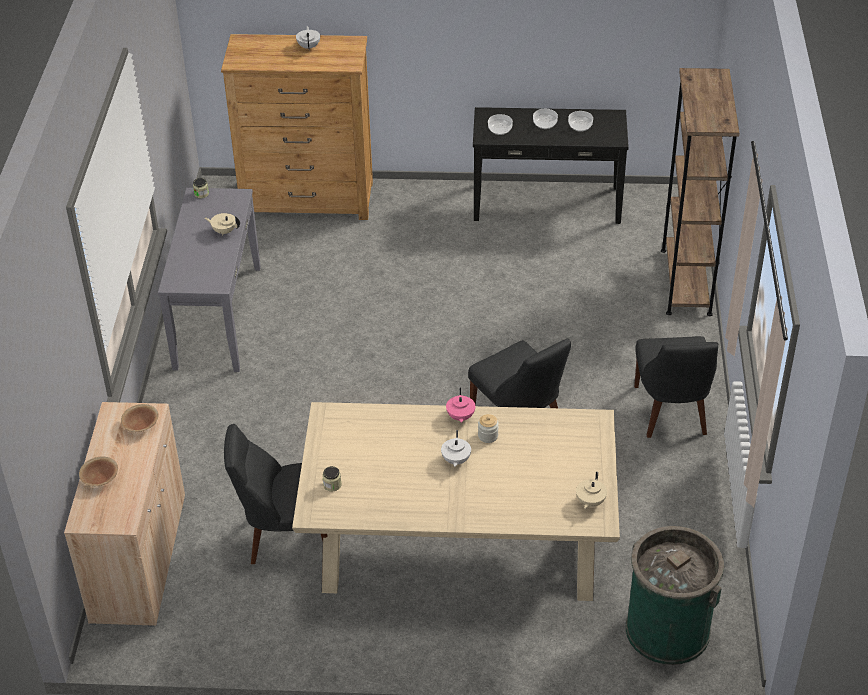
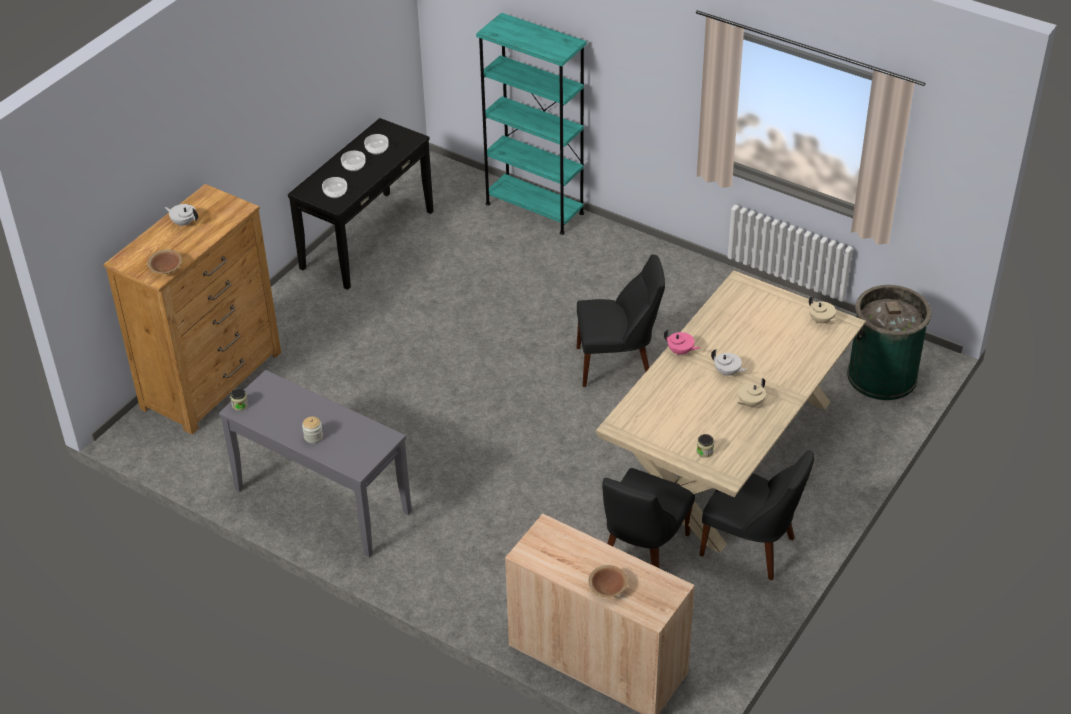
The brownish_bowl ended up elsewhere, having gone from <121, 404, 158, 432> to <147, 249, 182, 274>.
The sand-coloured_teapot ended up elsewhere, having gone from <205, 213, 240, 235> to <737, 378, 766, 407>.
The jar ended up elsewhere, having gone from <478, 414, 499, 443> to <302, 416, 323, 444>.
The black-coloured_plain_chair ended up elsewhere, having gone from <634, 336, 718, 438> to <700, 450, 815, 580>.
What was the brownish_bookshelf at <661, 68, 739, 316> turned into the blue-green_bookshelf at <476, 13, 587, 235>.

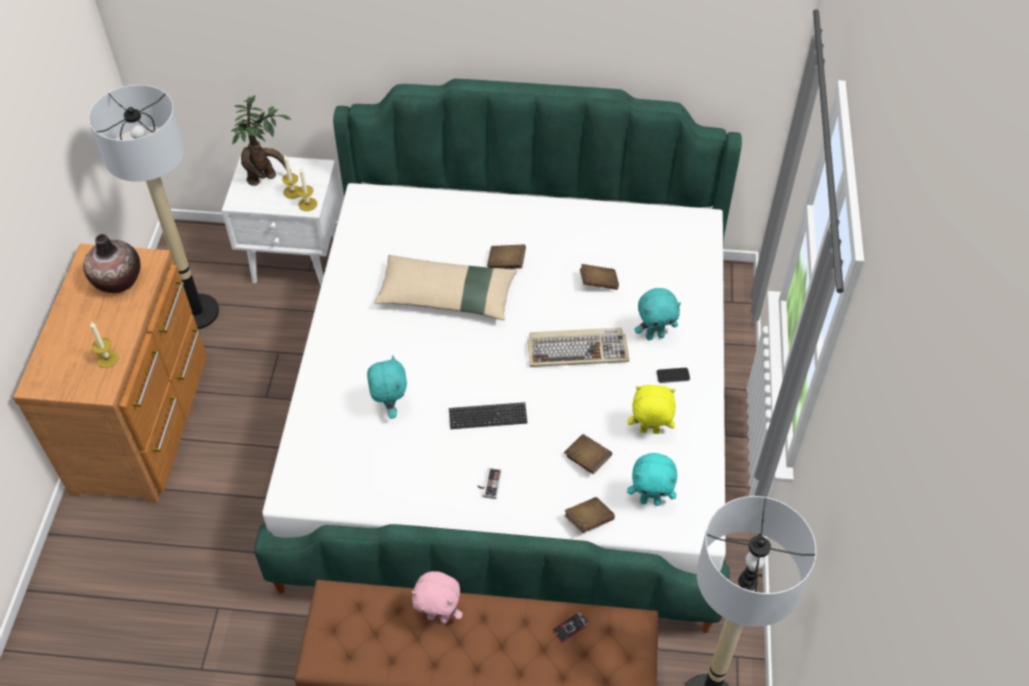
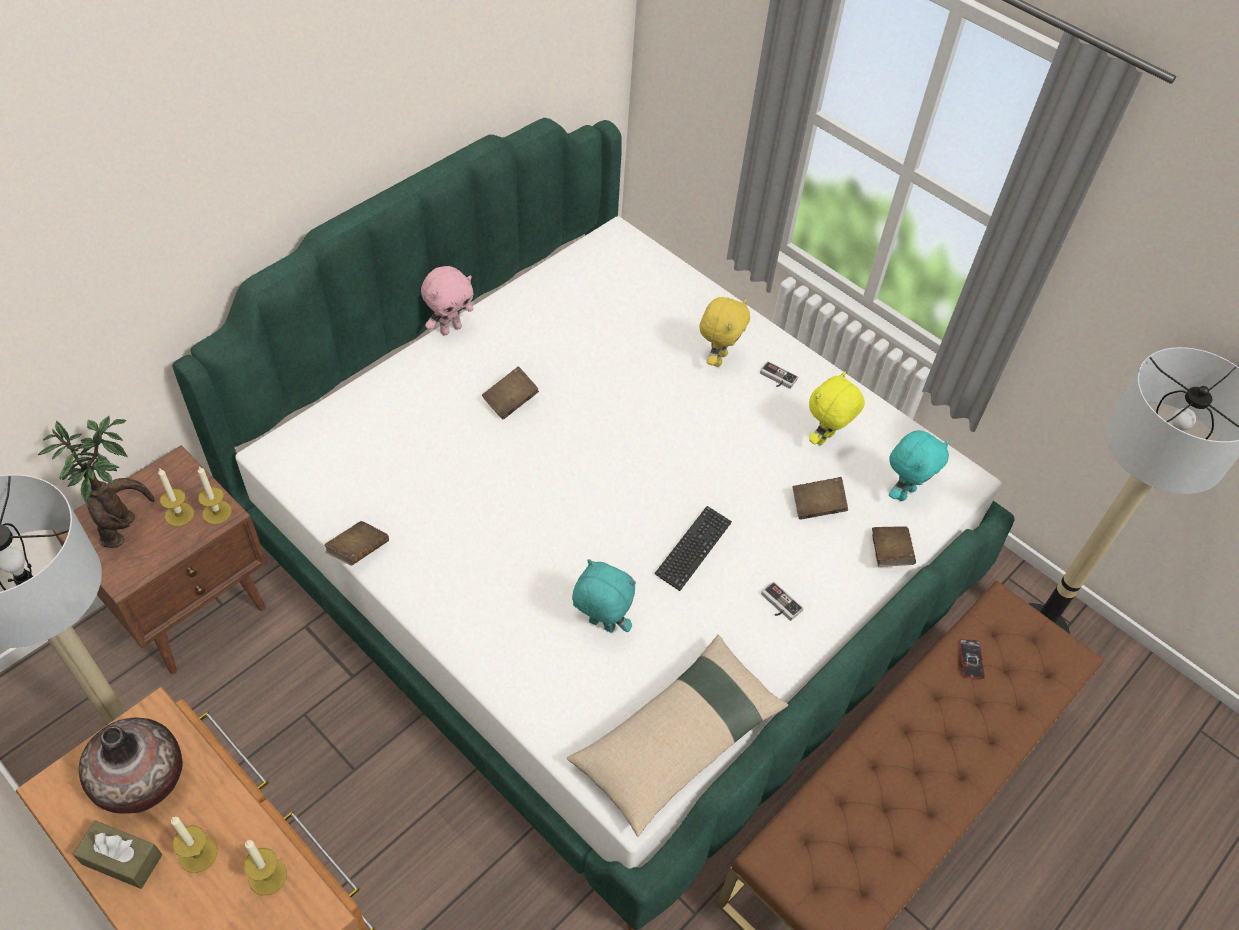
The second view lost the PC_keyboard at <527, 328, 629, 367>.
The second view gained the brownish_tissue_holder at <73, 820, 162, 889>.
The second view gained the candle at <171, 817, 218, 873>.
The sand-coloured_throw_pillow ended up elsewhere, having gone from <374, 255, 517, 320> to <567, 635, 788, 837>.
The pink_cuddly_toy ended up elsewhere, having gone from <412, 571, 463, 623> to <421, 266, 473, 336>.
The brownish_book ended up elsewhere, having gone from <580, 264, 619, 290> to <324, 521, 389, 565>.
Where the telephone stood at <656, 368, 690, 383>, the game_controller came to stand at <760, 361, 798, 389>.
What was the whitish_bedside_table at <222, 156, 341, 286> turned into the brownish_bedside_table at <53, 445, 267, 674>.
What was the blue-green_cuddly_toy at <635, 288, 681, 340> turned into the yellowish_cuddly_toy at <699, 297, 750, 367>.

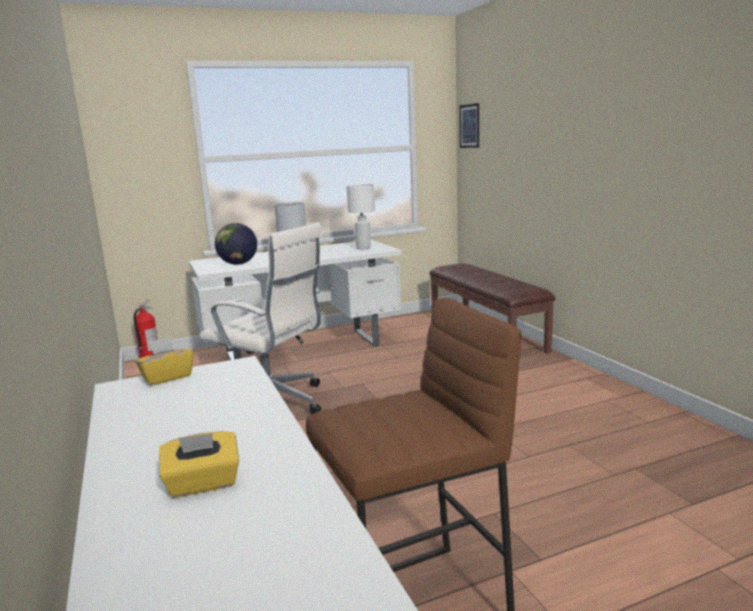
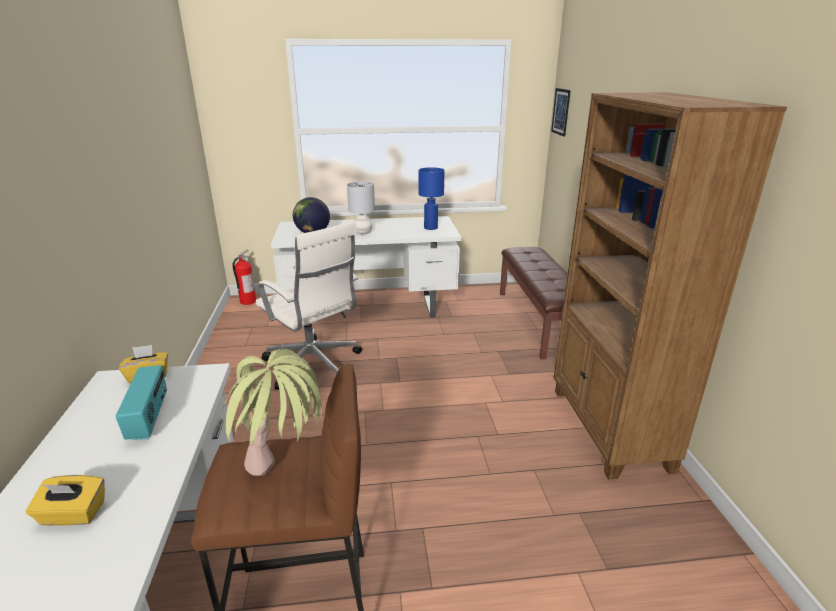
The second view gained the radio_set at <116, 365, 167, 440>.
The second view gained the houseplant at <218, 348, 322, 476>.
The second view gained the brownish_bookshelf at <553, 92, 787, 479>.
What was the whitish_lamp_for_a_table at <347, 184, 375, 249> turned into the blue_lamp_for_a_table at <419, 167, 445, 230>.

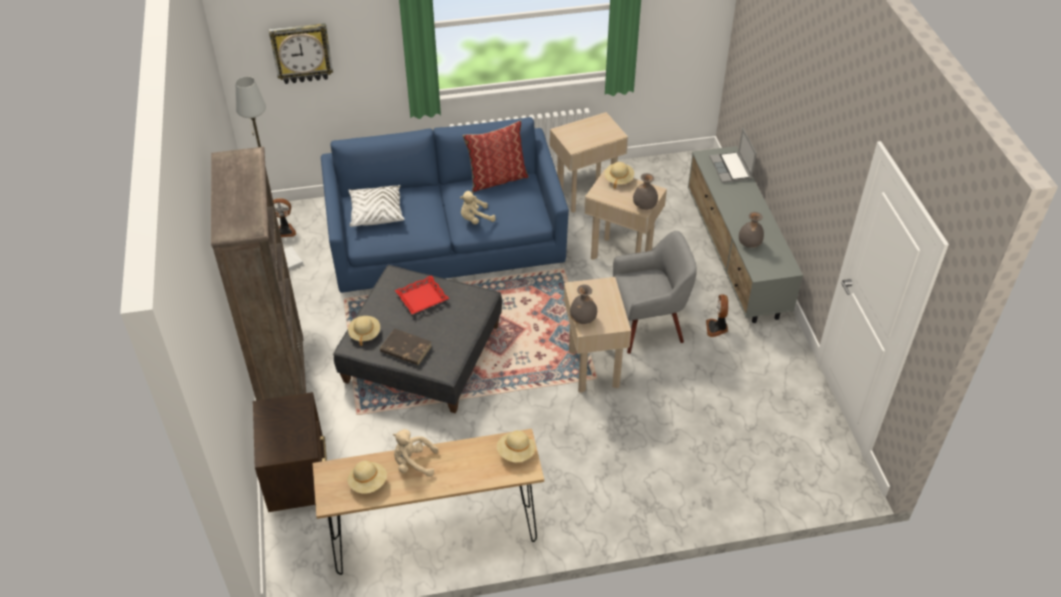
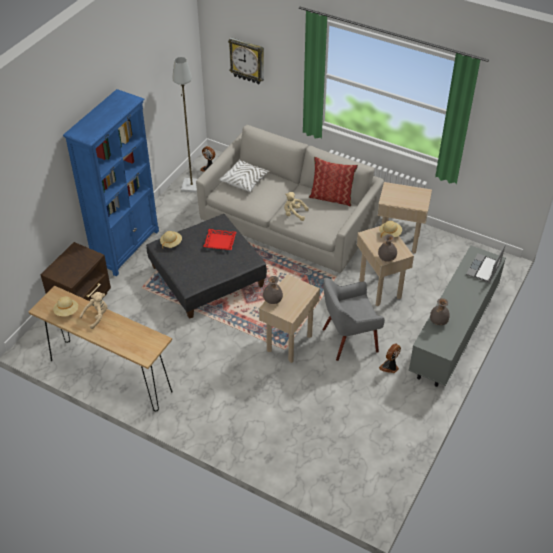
The second view lost the brownish_book at <380, 328, 432, 365>.
The second view lost the sand-coloured_hat at <497, 430, 536, 462>.
What was the brownish_bookshelf at <211, 147, 306, 401> turned into the blue_bookshelf at <63, 89, 159, 277>.
What was the blue_settee at <321, 117, 569, 293> turned into the gray_settee at <196, 125, 385, 273>.
The sand-coloured_cuddly_toy at <393, 429, 438, 477> ended up facing another way, 90 degrees clockwise from before.
The gray_armchair at <613, 231, 697, 354> ended up facing another way, 135 degrees clockwise from before.

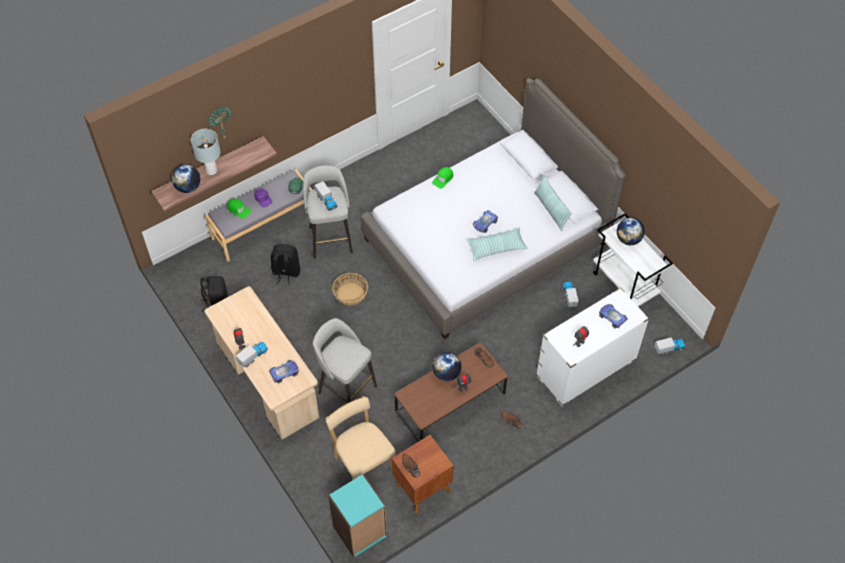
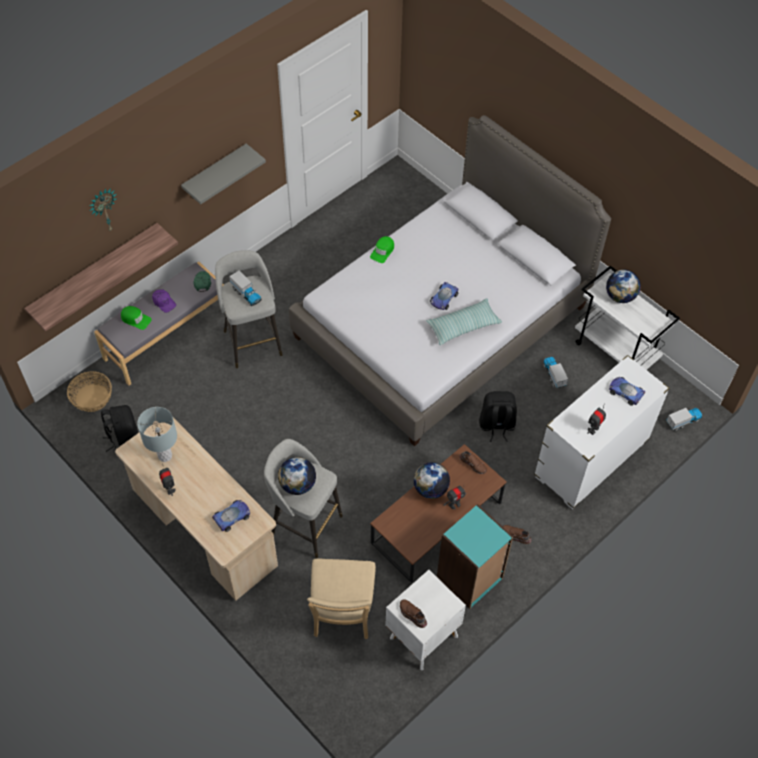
The second view lost the toy_lorry at <236, 342, 268, 367>.
The second view lost the throw_pillow at <534, 174, 572, 231>.
The second view gained the gray_bracket_shelf at <181, 144, 266, 204>.
The globe ended up elsewhere, having gone from <172, 165, 200, 193> to <278, 457, 316, 495>.
The gray_lamp_for_a_table ended up elsewhere, having gone from <191, 129, 221, 175> to <137, 407, 177, 462>.
The black-coloured_backpack ended up elsewhere, having gone from <271, 244, 300, 285> to <479, 391, 517, 442>.
The blue-green_bookshelf ended up elsewhere, having gone from <328, 474, 388, 558> to <437, 504, 513, 609>.
The storage_basket ended up elsewhere, having gone from <332, 273, 368, 305> to <67, 371, 112, 412>.
What was the brownish_bedside_table at <392, 435, 454, 514> turned into the whitish_bedside_table at <385, 570, 466, 670>.
The sand-coloured_plain_chair at <325, 396, 396, 480> ended up facing another way, 135 degrees counterclockwise from before.

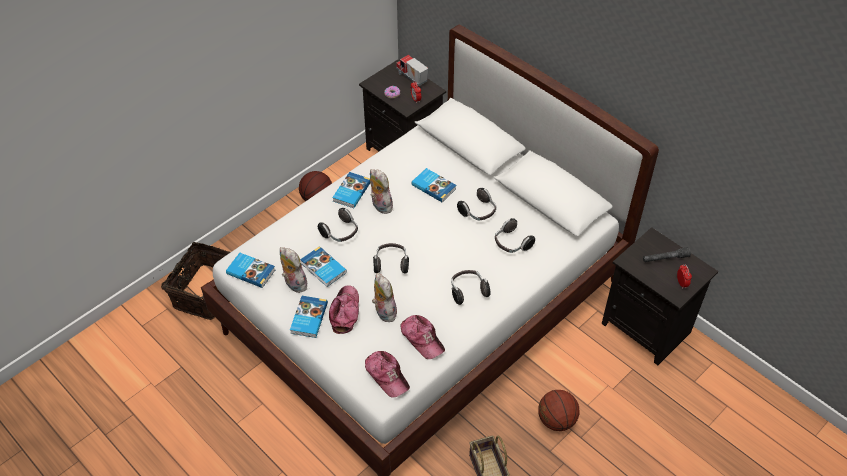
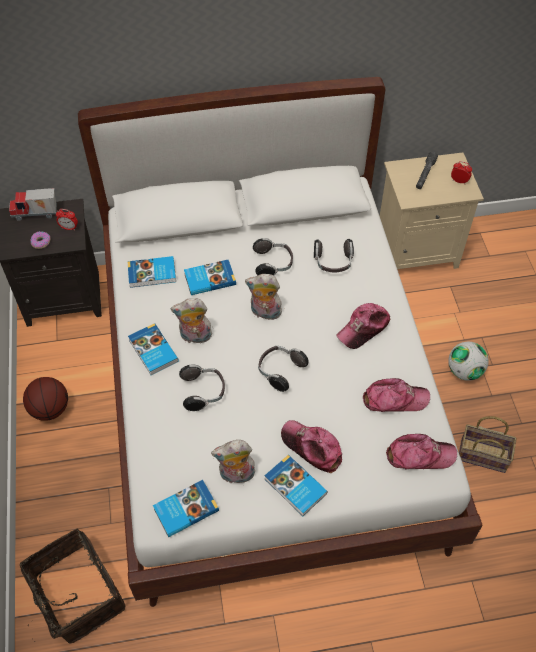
The book ended up elsewhere, having gone from <300, 246, 347, 287> to <127, 256, 176, 288>.
The cuddly_toy ended up elsewhere, having gone from <372, 273, 398, 322> to <245, 274, 282, 320>.
Where the headphones stood at <451, 270, 490, 305>, the cap came to stand at <336, 303, 390, 349>.
Where the basketball stood at <538, 390, 579, 431>, the football came to stand at <448, 342, 489, 381>.
What was the black-coloured_bedside_table at <602, 227, 718, 365> turned into the sand-coloured_bedside_table at <380, 152, 484, 269>.

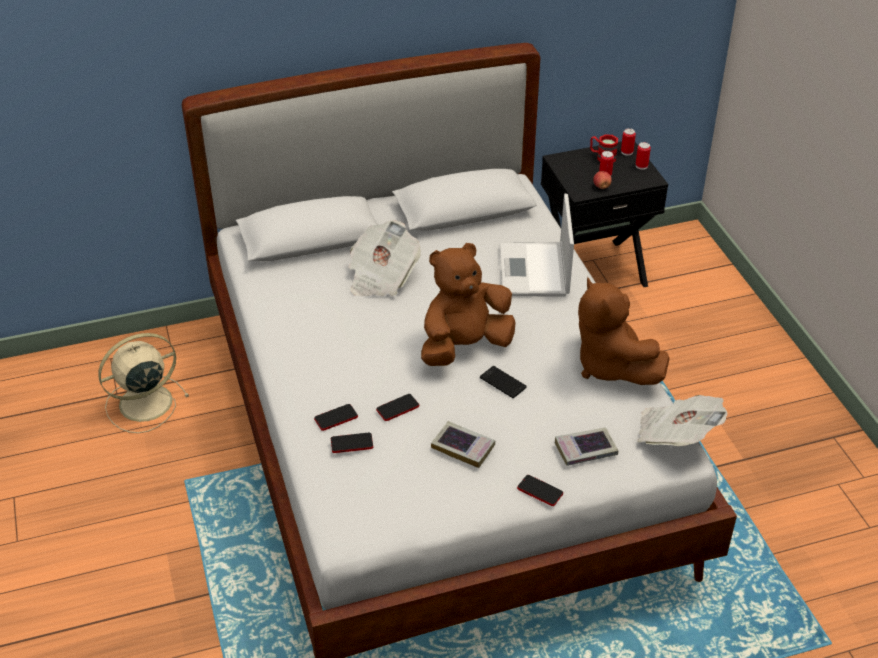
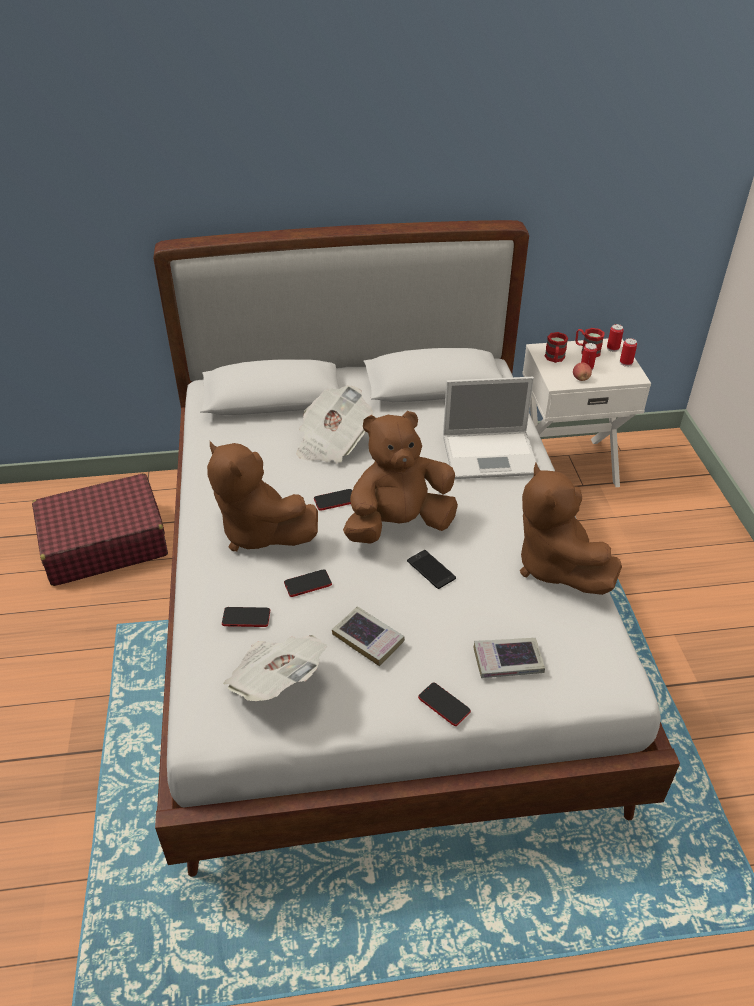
The second view gained the brownish_cuddly_toy at <207, 441, 318, 551>.
The second view gained the reddish_coffee_mug at <545, 332, 568, 363>.
The telephone ended up elsewhere, having gone from <314, 404, 358, 431> to <314, 489, 352, 511>.
The printed_paper ended up elsewhere, having gone from <637, 395, 728, 446> to <223, 635, 327, 701>.
Where the sand-coloured_cooling_fan stood at <98, 333, 189, 433>, the reddish_piece_of_luggage came to stand at <32, 473, 168, 586>.
What was the black-coloured_bedside_table at <541, 141, 668, 287> turned into the whitish_bedside_table at <522, 338, 651, 487>.
The laptop at <500, 194, 574, 297> ended up facing another way, 105 degrees counterclockwise from before.

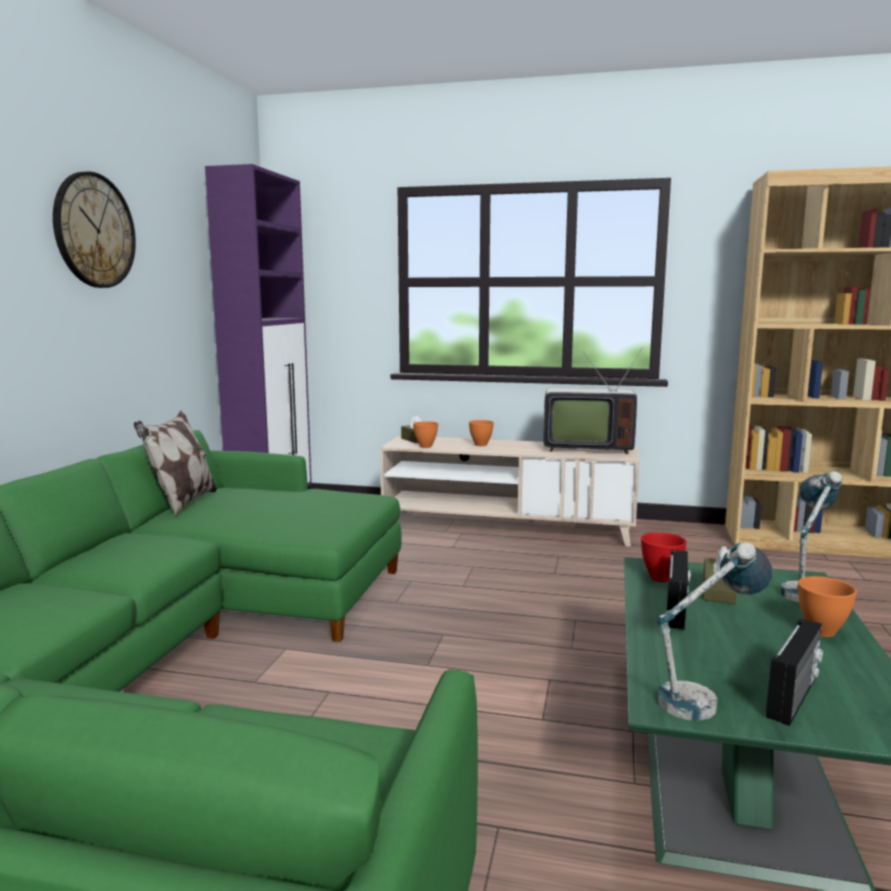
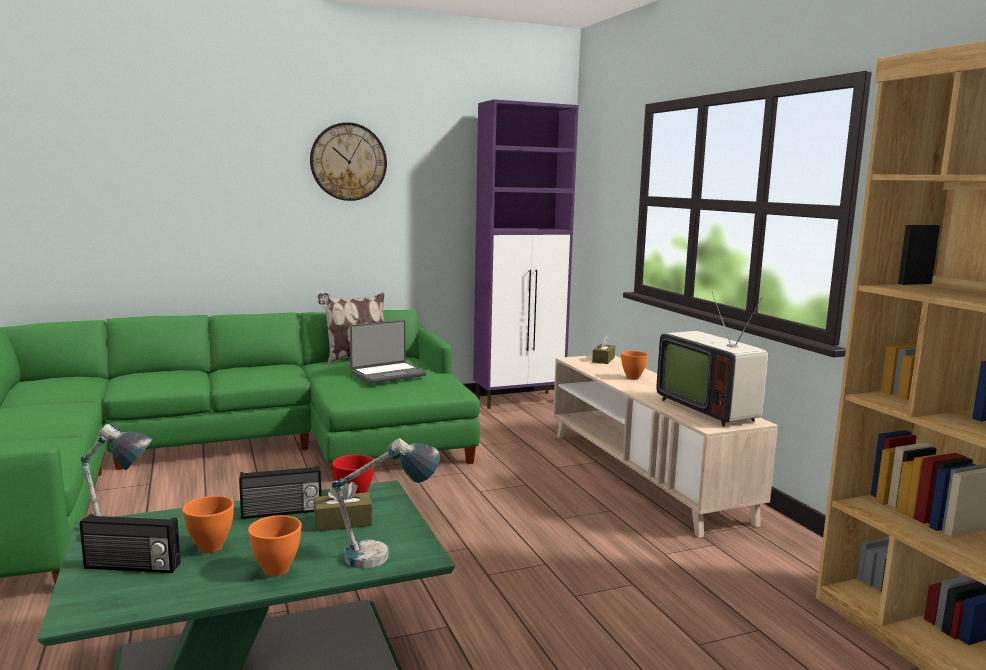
The second view gained the laptop at <350, 320, 426, 384>.
The orangey_bowl ended up elsewhere, having gone from <413, 421, 438, 448> to <182, 496, 234, 553>.

